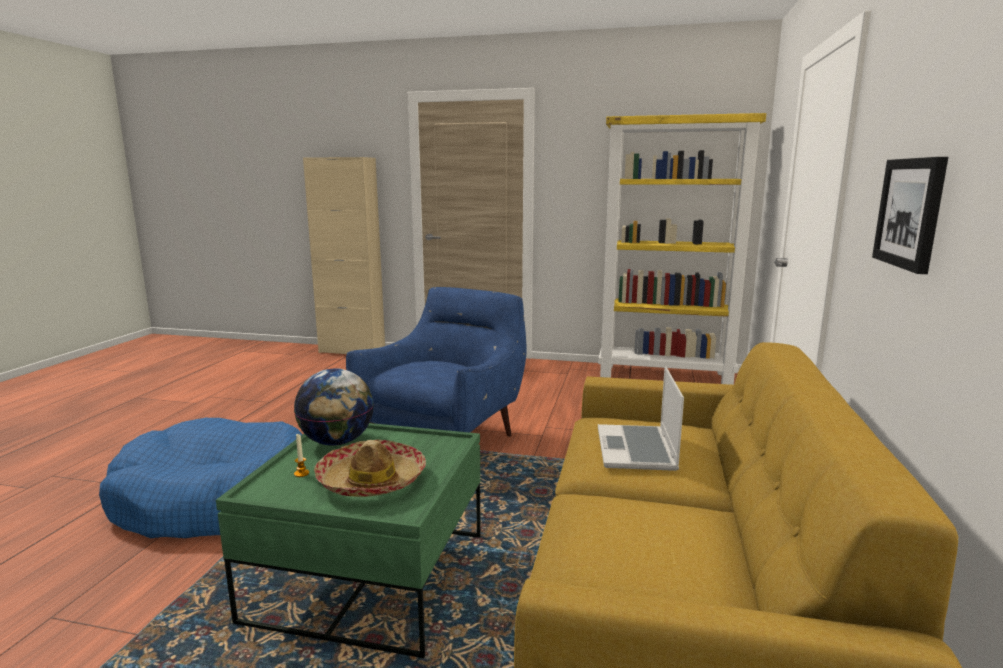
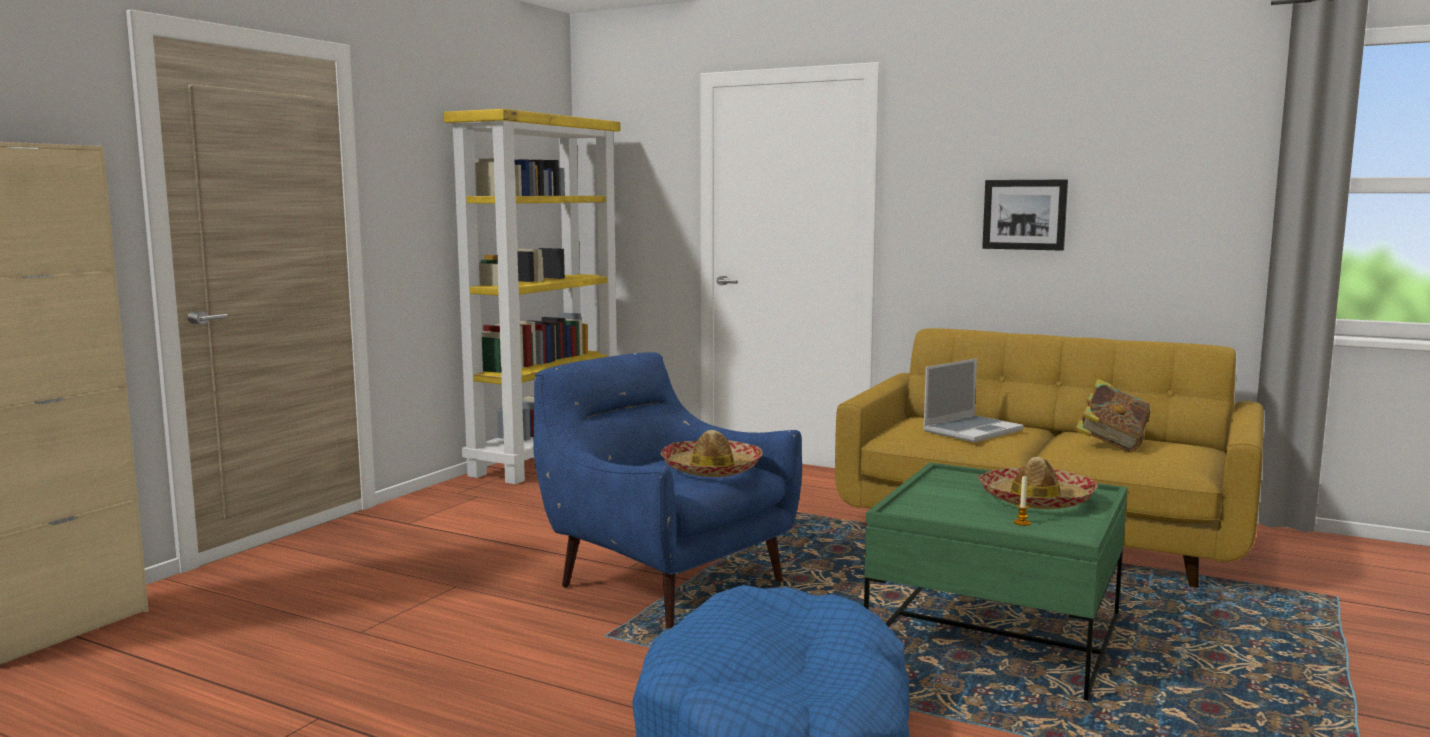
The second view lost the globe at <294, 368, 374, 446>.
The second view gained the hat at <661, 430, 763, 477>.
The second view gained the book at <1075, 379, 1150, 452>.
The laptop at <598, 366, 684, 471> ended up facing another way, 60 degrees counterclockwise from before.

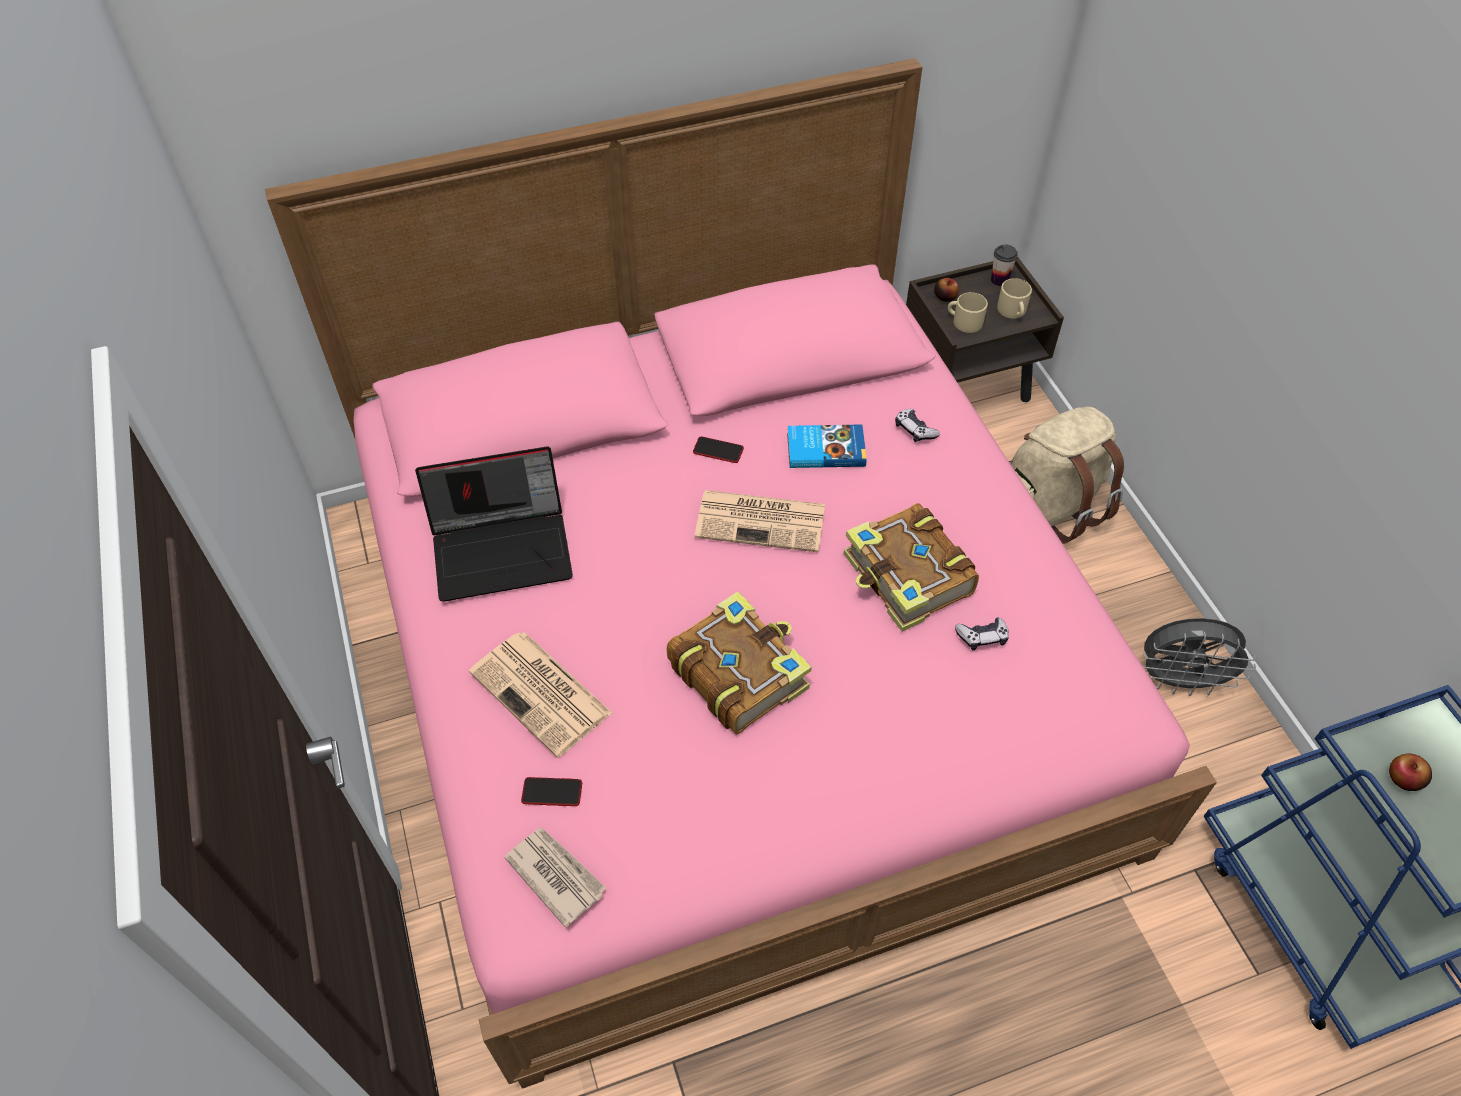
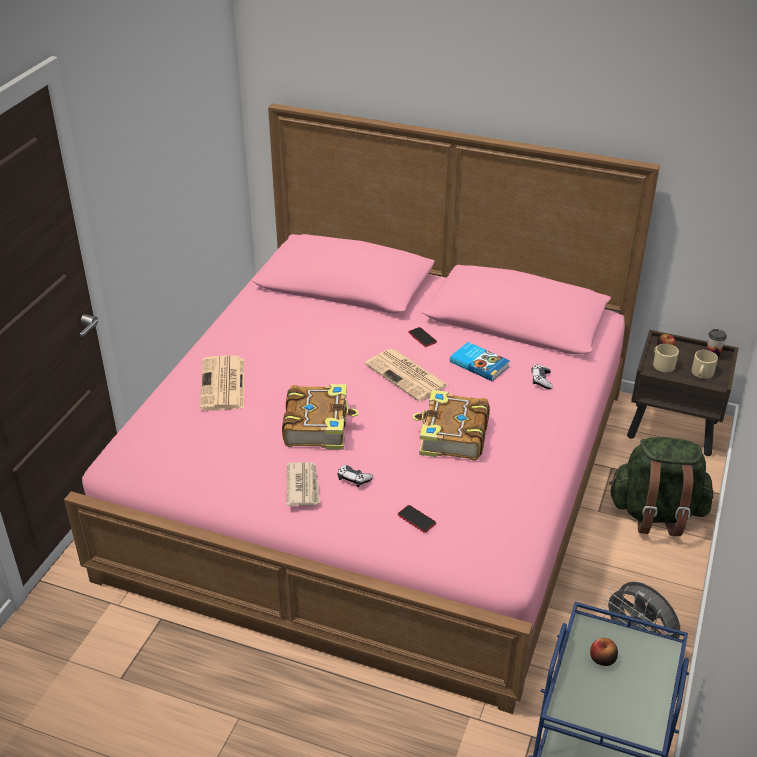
The second view lost the laptop at <415, 446, 573, 602>.
The printed_paper ended up elsewhere, having gone from <504, 827, 606, 928> to <286, 462, 320, 506>.
The telephone ended up elsewhere, having gone from <521, 777, 582, 806> to <398, 505, 436, 533>.
The game_controller ended up elsewhere, having gone from <955, 617, 1009, 650> to <338, 465, 373, 487>.
What was the sand-coloured_backpack at <1011, 407, 1124, 544> turned into the green_backpack at <609, 437, 714, 536>.

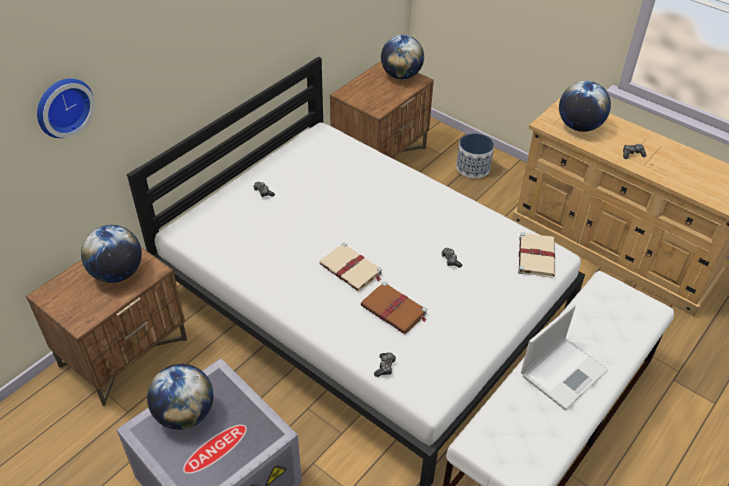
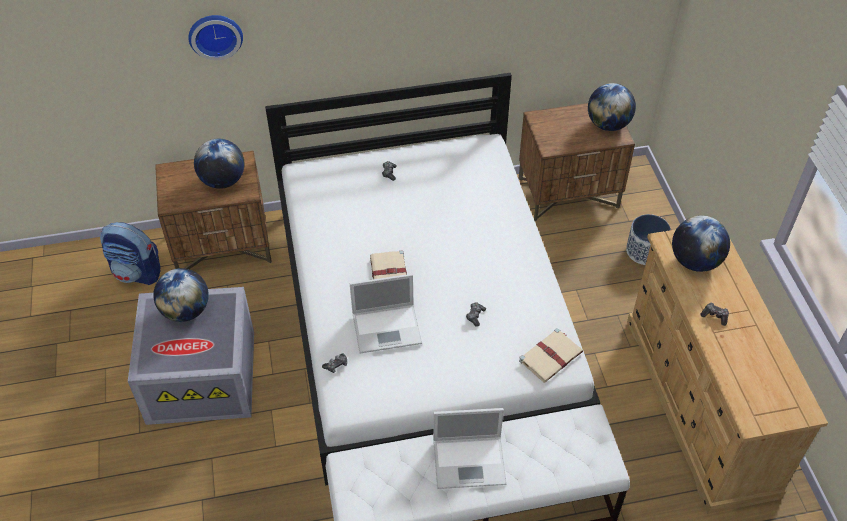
The second view gained the backpack at <100, 222, 161, 285>.
Where the brownish_book stood at <360, 282, 427, 334>, the laptop came to stand at <350, 274, 422, 353>.

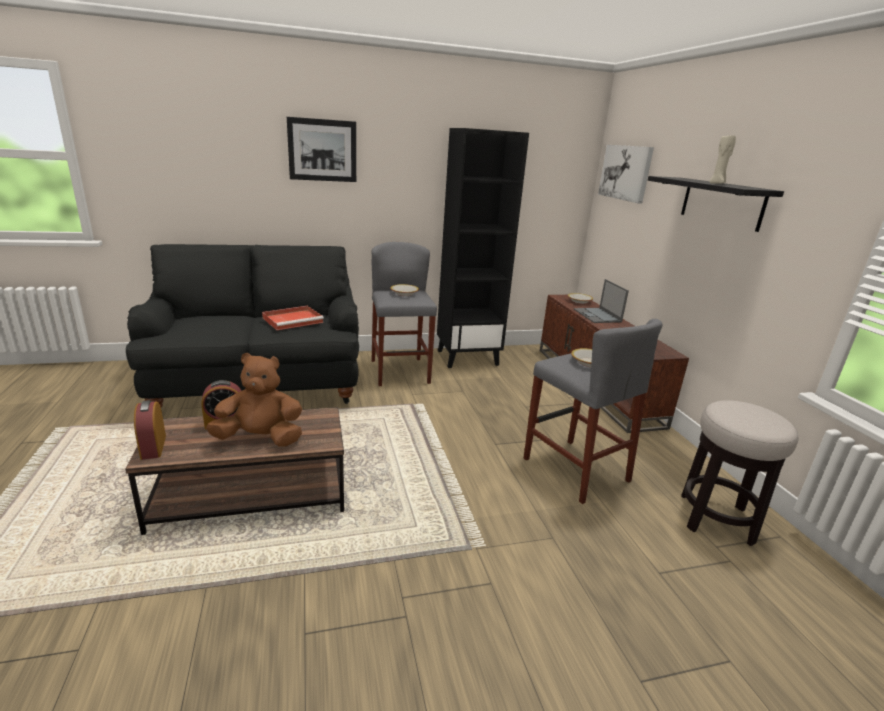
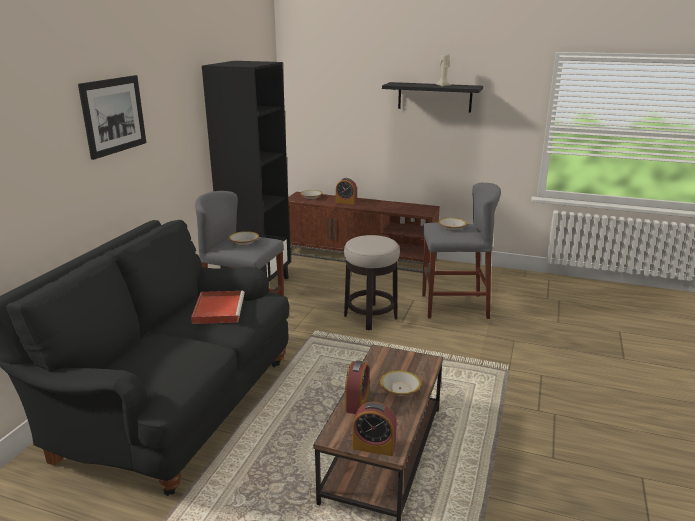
The second view lost the wall_art at <598, 145, 654, 204>.
The stool_seat ended up elsewhere, having gone from <681, 400, 798, 546> to <344, 235, 400, 330>.
Where the brownish_cuddly_toy stood at <206, 353, 302, 446>, the bowl came to stand at <380, 370, 421, 396>.
Where the laptop stood at <574, 279, 629, 323>, the bedside_clock came to stand at <336, 178, 357, 205>.

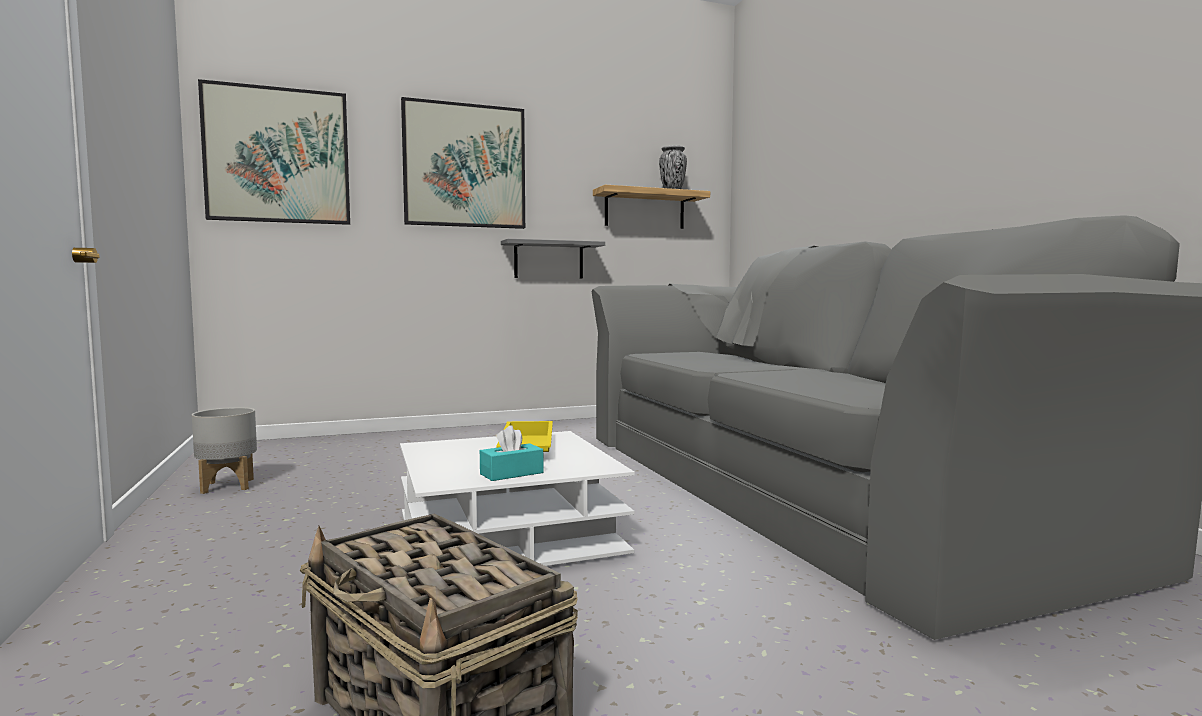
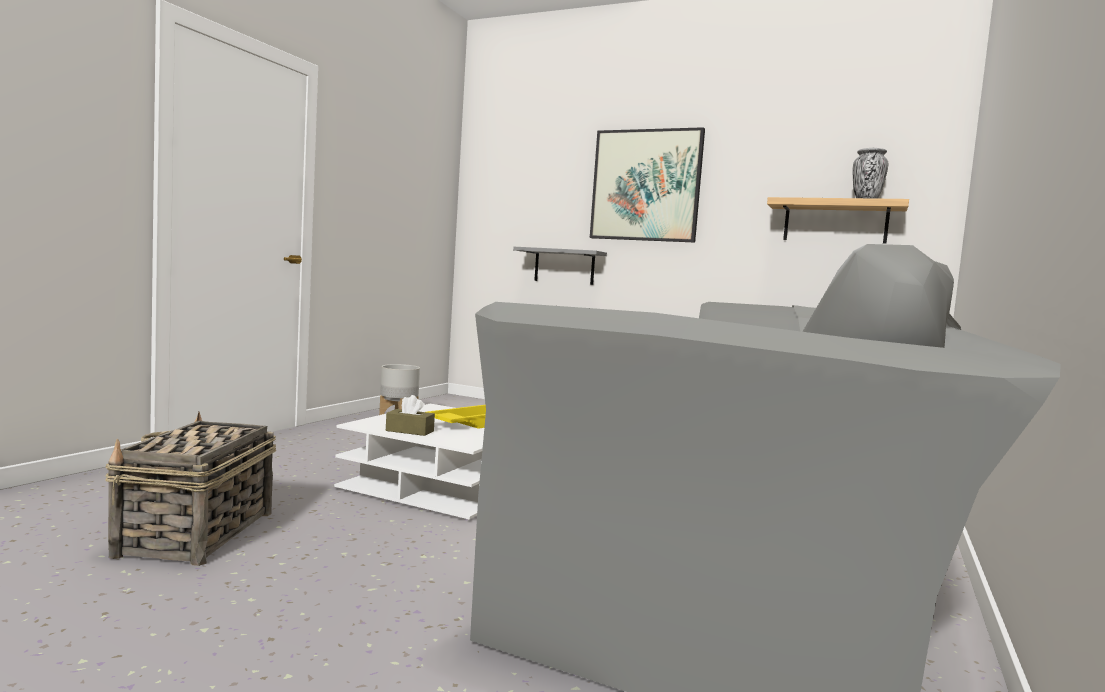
The second view lost the wall_art at <198, 79, 350, 225>.
The gray_bracket_shelf ended up elsewhere, having gone from <501, 239, 605, 279> to <513, 247, 607, 285>.
What was the blue-green_tissue_holder at <480, 425, 544, 481> turned into the brownish_tissue_holder at <386, 395, 435, 436>.

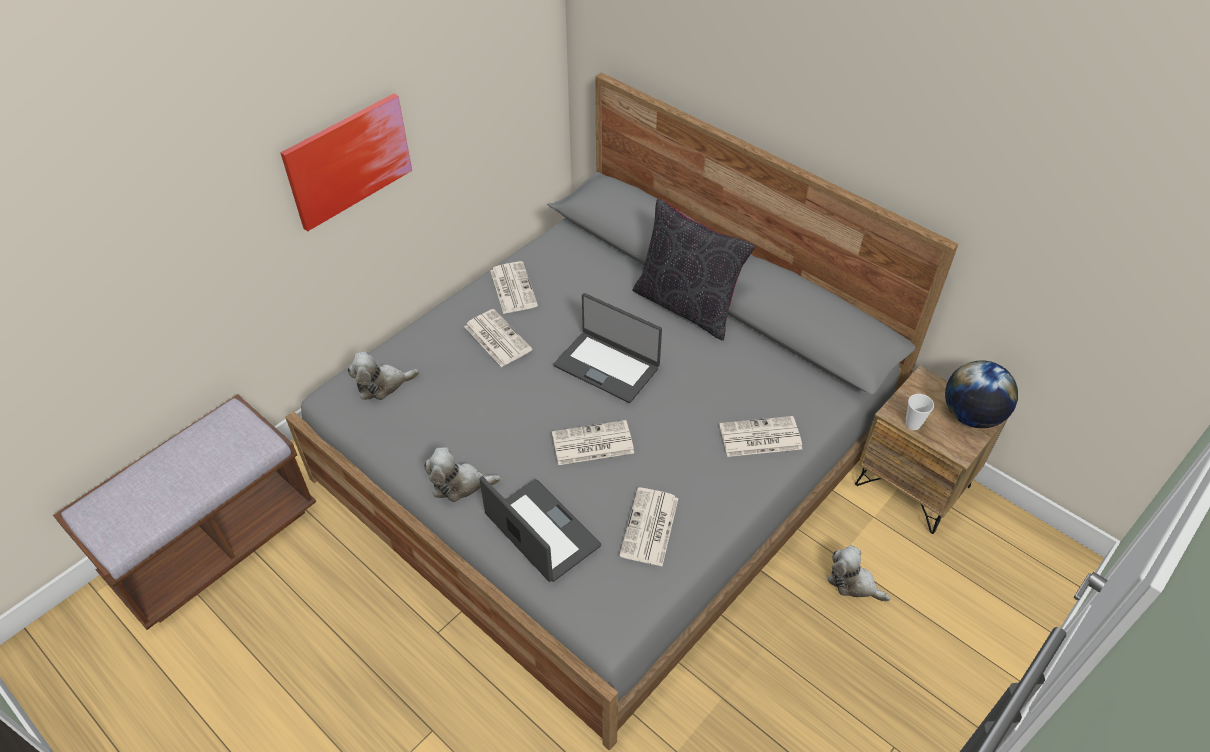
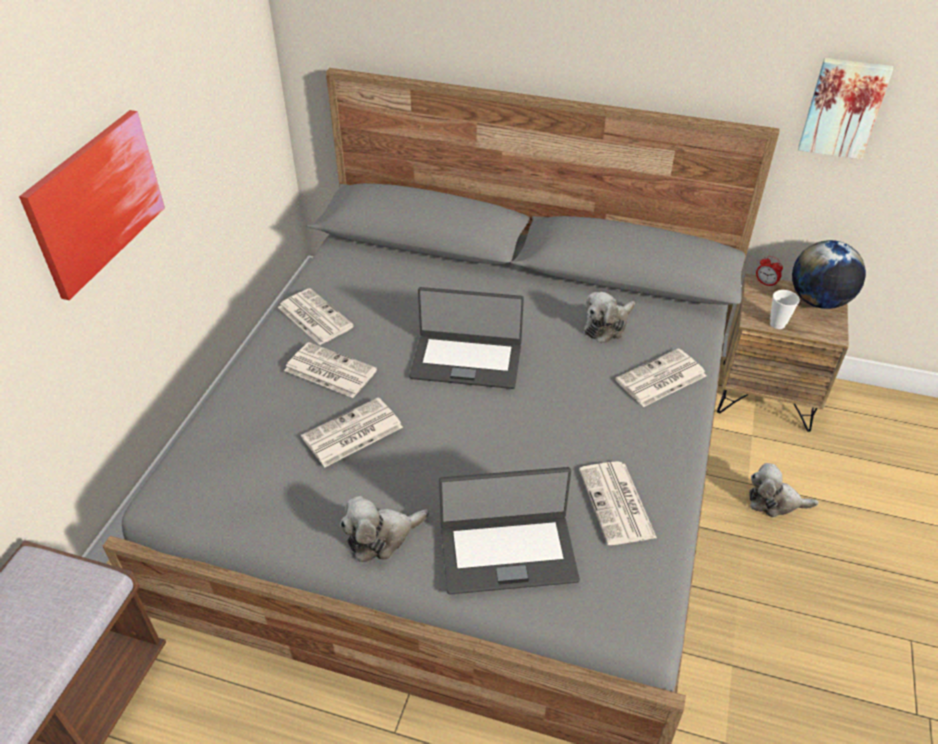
The second view lost the black-coloured_throw_pillow at <632, 198, 755, 341>.
The second view gained the bedside_clock at <756, 256, 783, 287>.
The second view gained the wall_art at <798, 58, 893, 159>.
The cuddly_toy ended up elsewhere, having gone from <348, 352, 420, 400> to <584, 292, 635, 344>.
The printed_paper ended up elsewhere, having gone from <552, 420, 634, 465> to <301, 397, 403, 467>.
The laptop at <479, 476, 601, 582> ended up facing another way, 150 degrees clockwise from before.

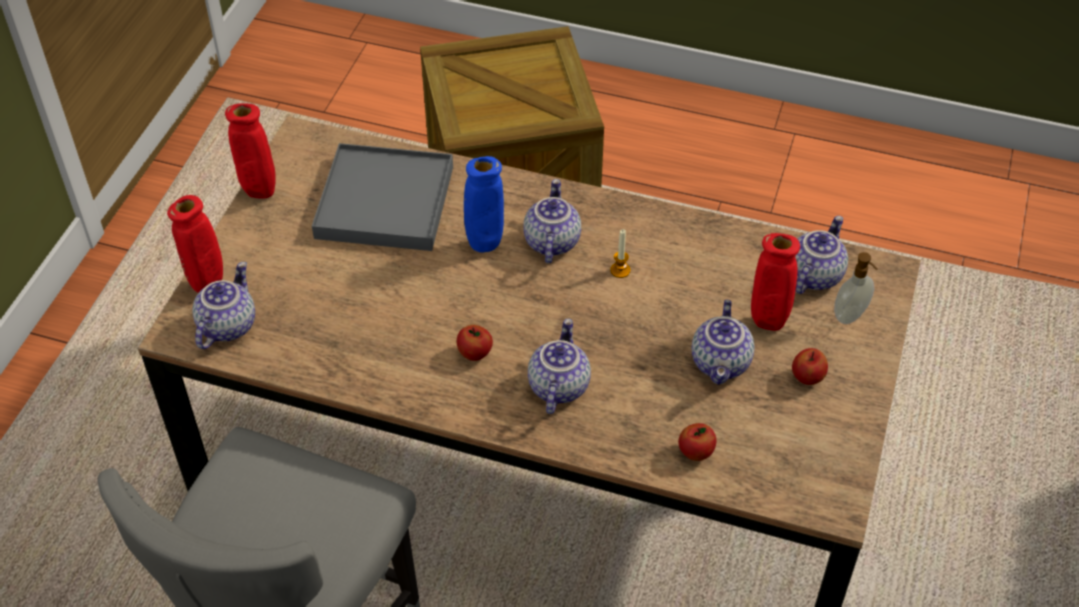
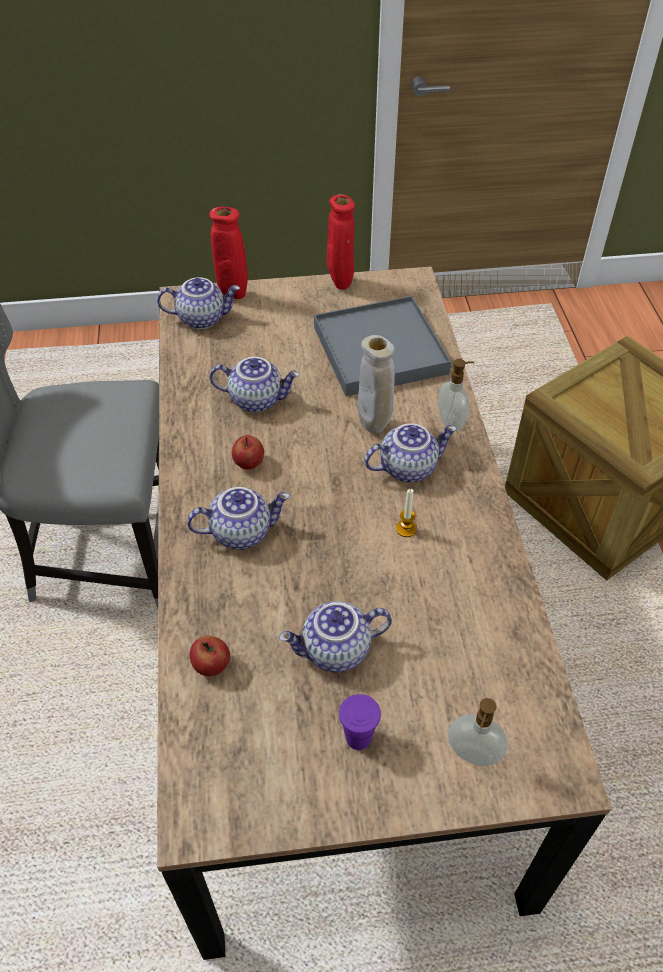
The second view lost the reddish_flower_vase at <751, 233, 800, 331>.
The second view gained the soap_dispenser at <438, 359, 474, 431>.
The teapot ended up elsewhere, having gone from <795, 216, 848, 294> to <210, 357, 300, 412>.
Where the whole_apple stood at <792, 348, 828, 385>, the purplish_cup came to stand at <339, 694, 381, 750>.
What was the blue_flower_vase at <464, 156, 504, 253> turned into the sand-coloured_flower_vase at <358, 335, 395, 433>.

